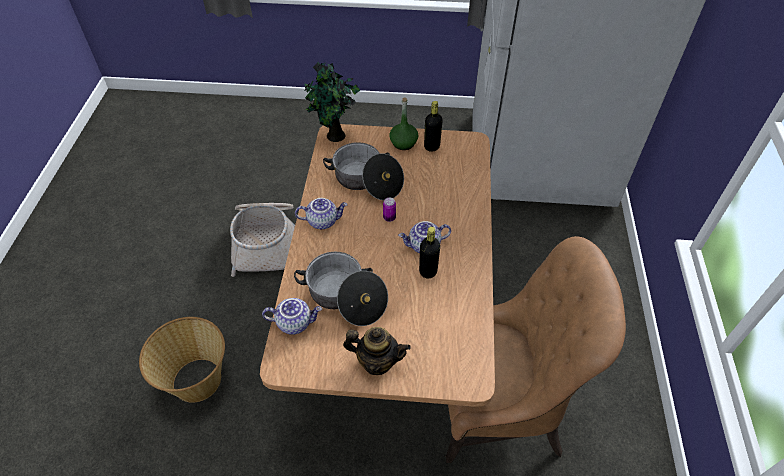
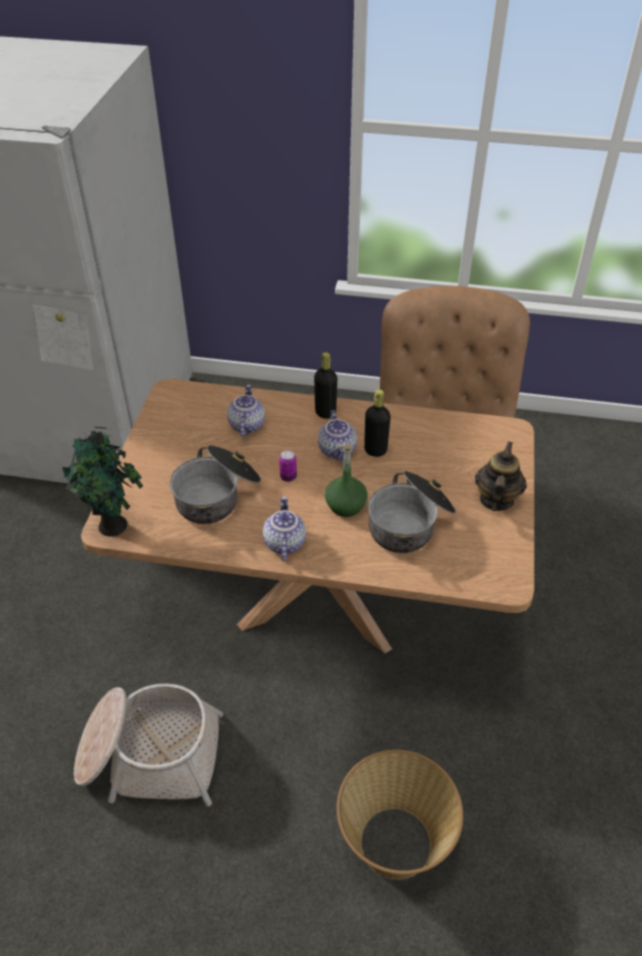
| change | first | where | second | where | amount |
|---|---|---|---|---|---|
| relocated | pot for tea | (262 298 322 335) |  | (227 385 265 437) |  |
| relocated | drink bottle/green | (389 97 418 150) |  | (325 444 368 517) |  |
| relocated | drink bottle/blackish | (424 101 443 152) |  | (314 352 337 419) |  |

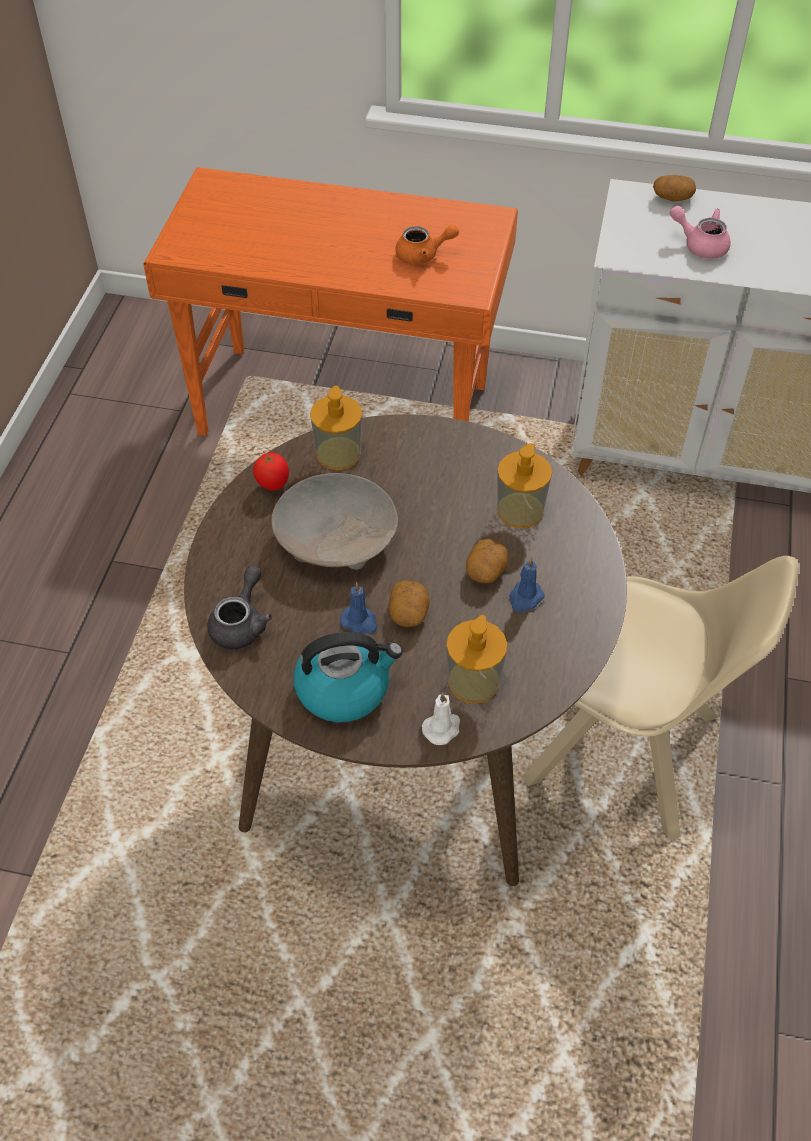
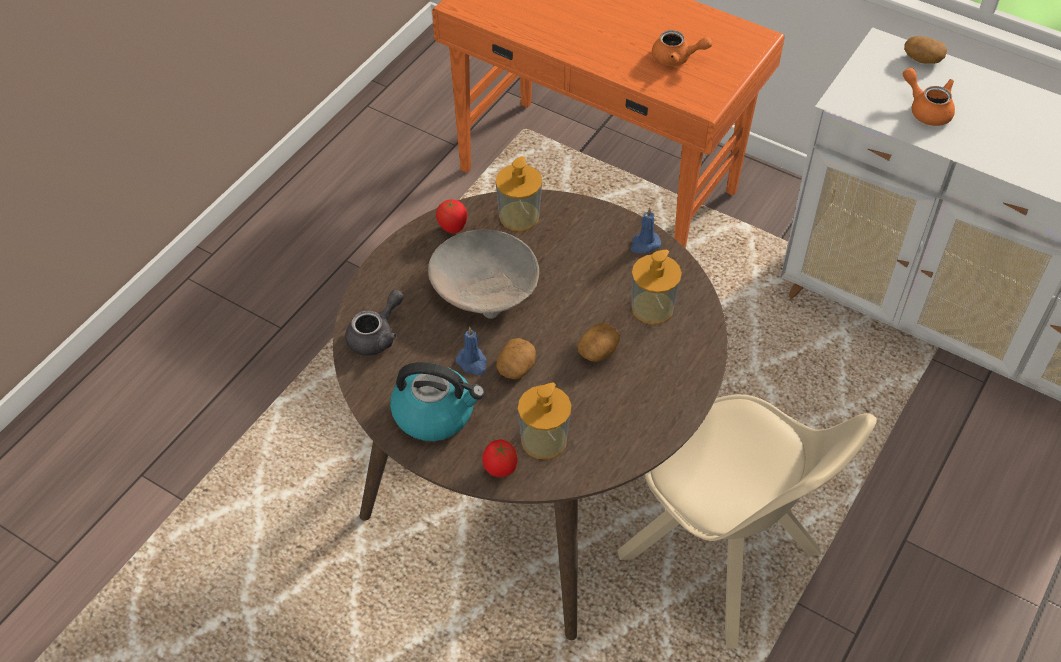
| change | first | where | second | where | amount |
|---|---|---|---|---|---|
| relocated | wax candle/blue-coloured | (509 557 545 612) |  | (631 207 661 253) |  |
| exchanged | wax candle/white | (422 692 460 745) | fresh tomato | (482 439 518 477) |  |
| colour | pot for tea/pink | (670 206 731 259) | pot for tea/orangey | (903 68 955 126) |  |

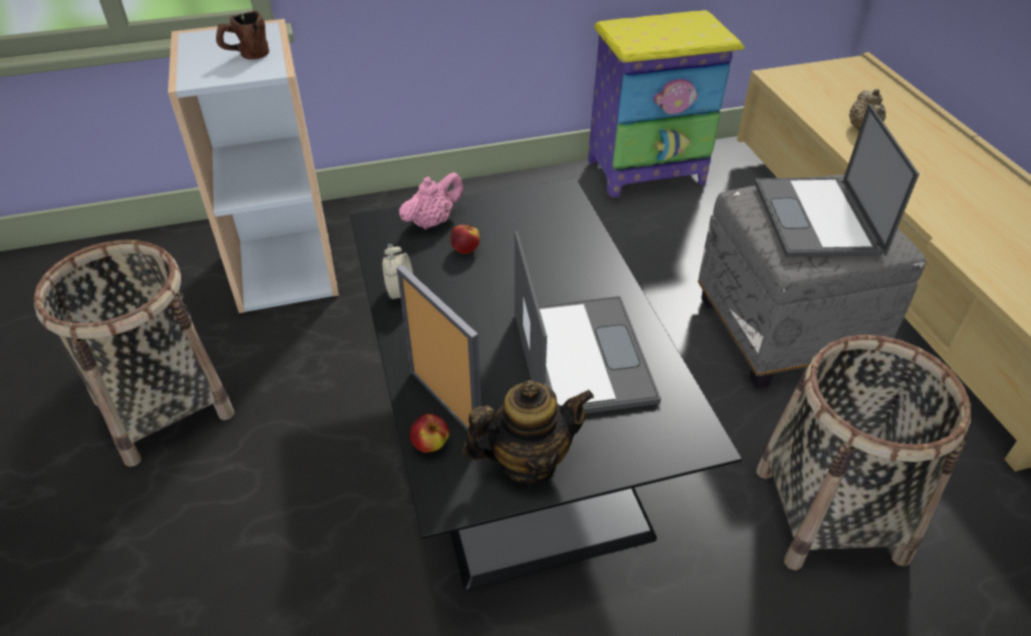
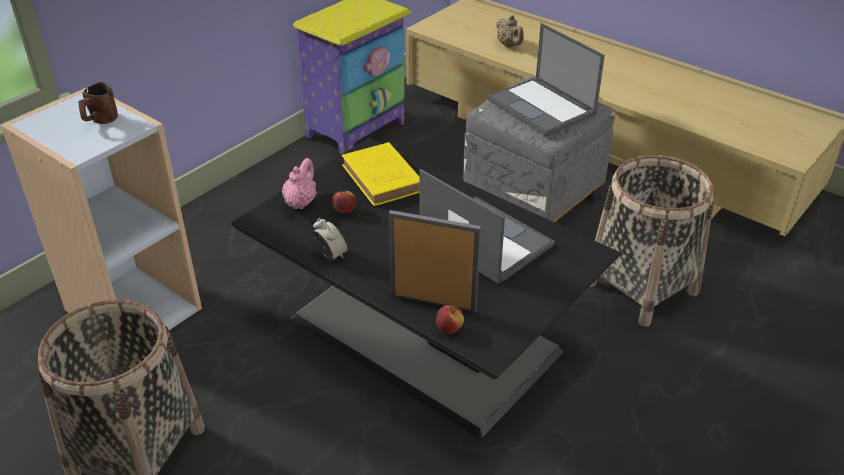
| change | first | where | second | where | amount |
|---|---|---|---|---|---|
| missing | pot for tea | (462 380 594 485) |  |  |  |
| appeared |  |  | bound book/yellow | (342 142 419 206) |  |

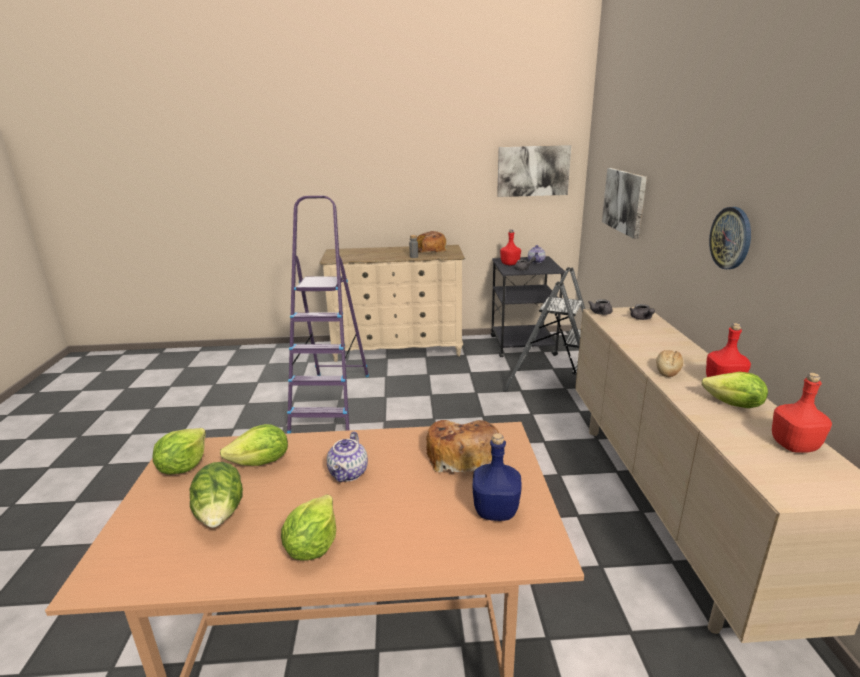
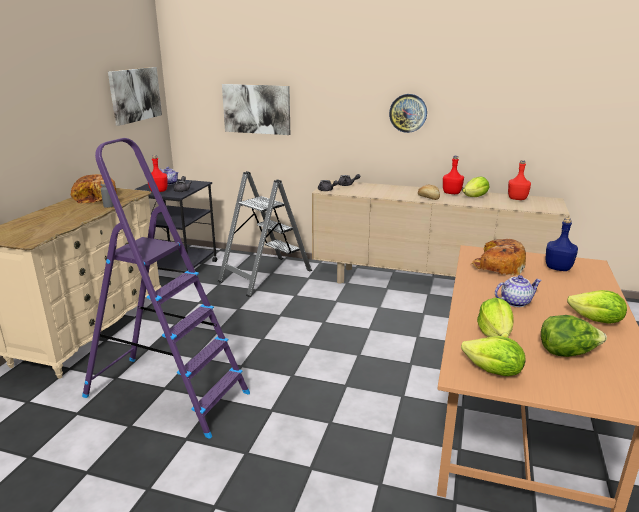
| change | first | where | second | where | amount |
|---|---|---|---|---|---|
| spun | pot for tea | (327 431 368 482) |  | (495 275 542 307) | 45 degrees counterclockwise |

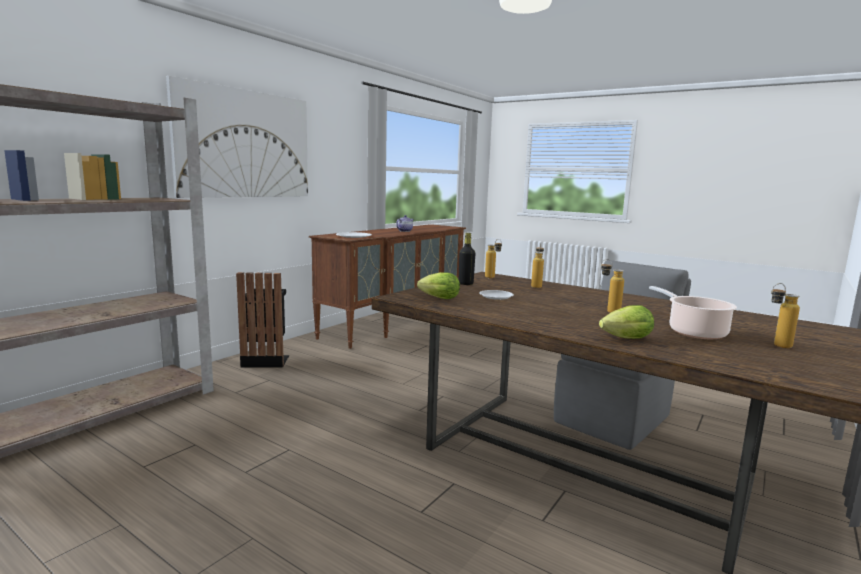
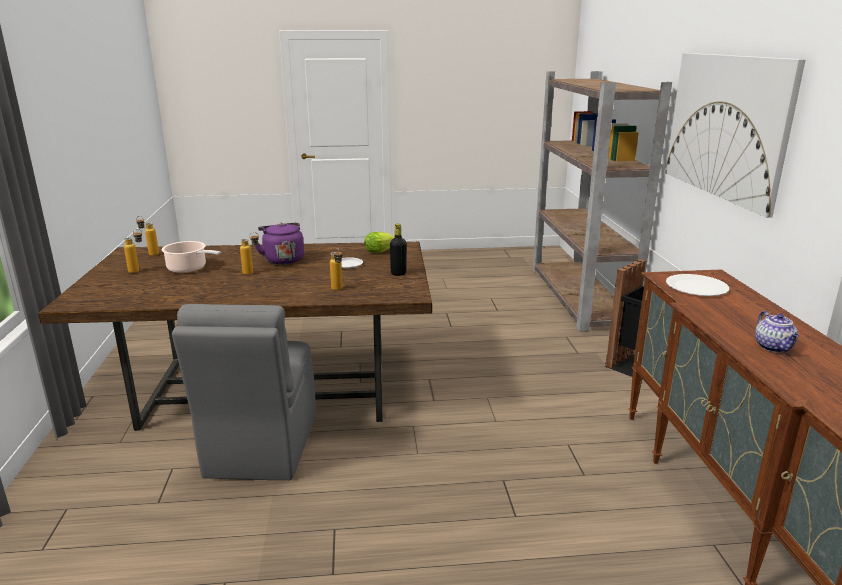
| change | first | where | second | where | amount |
|---|---|---|---|---|---|
| missing | lettuce | (599 305 654 339) |  |  |  |
| appeared |  |  | water kettle/purple-coloured | (255 223 304 265) |  |
| relocated | drink bottle | (485 239 502 278) |  | (136 216 159 256) |  |

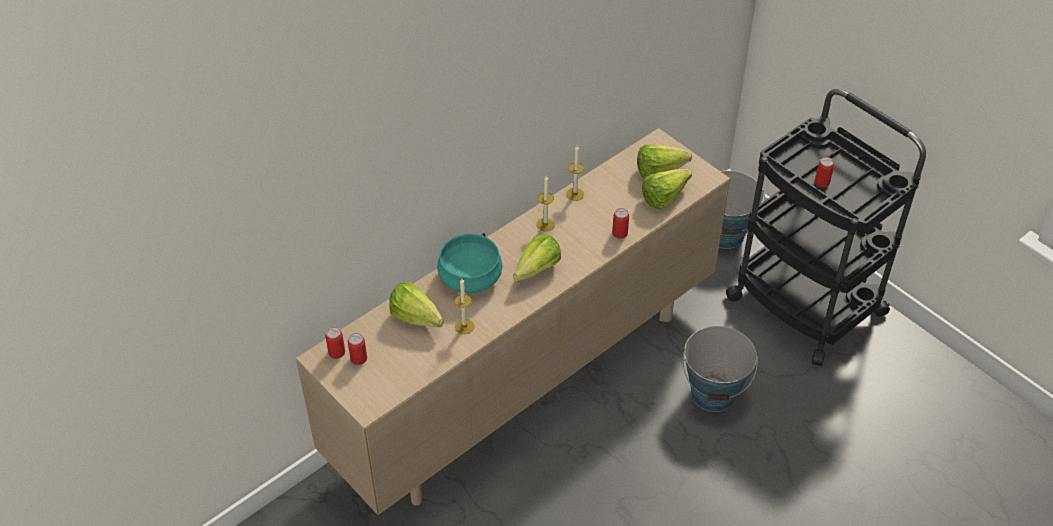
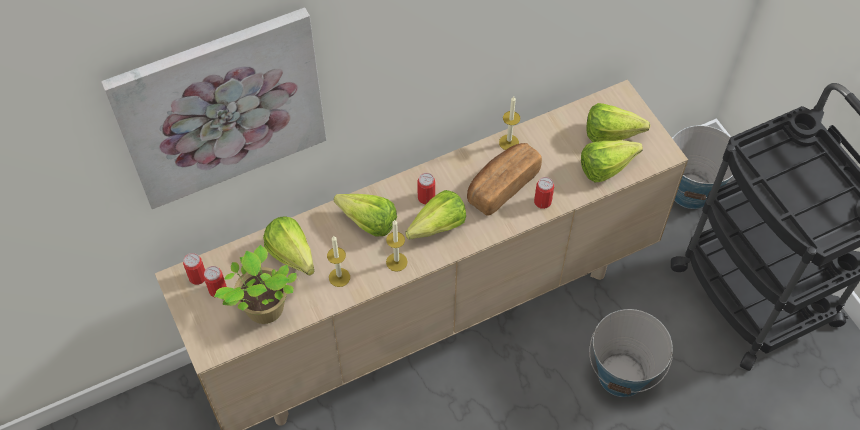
| change | first | where | second | where | amount |
|---|---|---|---|---|---|
| appeared |  |  | wall art | (101 8 326 209) |  |
| appeared |  |  | houseplant | (214 245 297 324) |  |
| appeared |  |  | bread | (467 143 542 215) |  |
| relocated | wax candle | (536 176 555 231) |  | (386 220 408 272) |  |
| relocated | sealed can | (815 157 834 187) |  | (417 173 435 204) |  |
| exchanged | cooking pot/blue-green | (437 233 503 293) | lettuce | (334 194 397 236) |  |

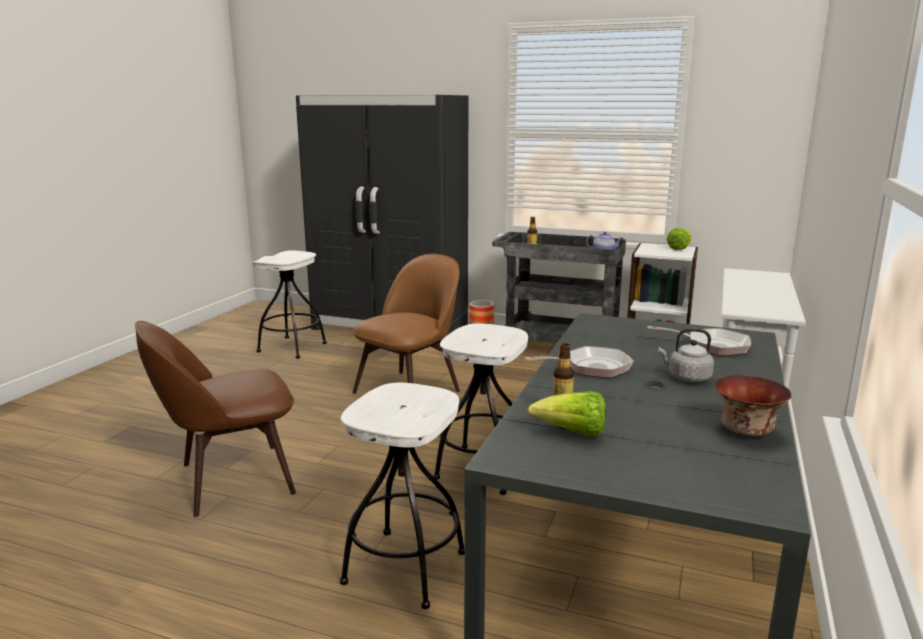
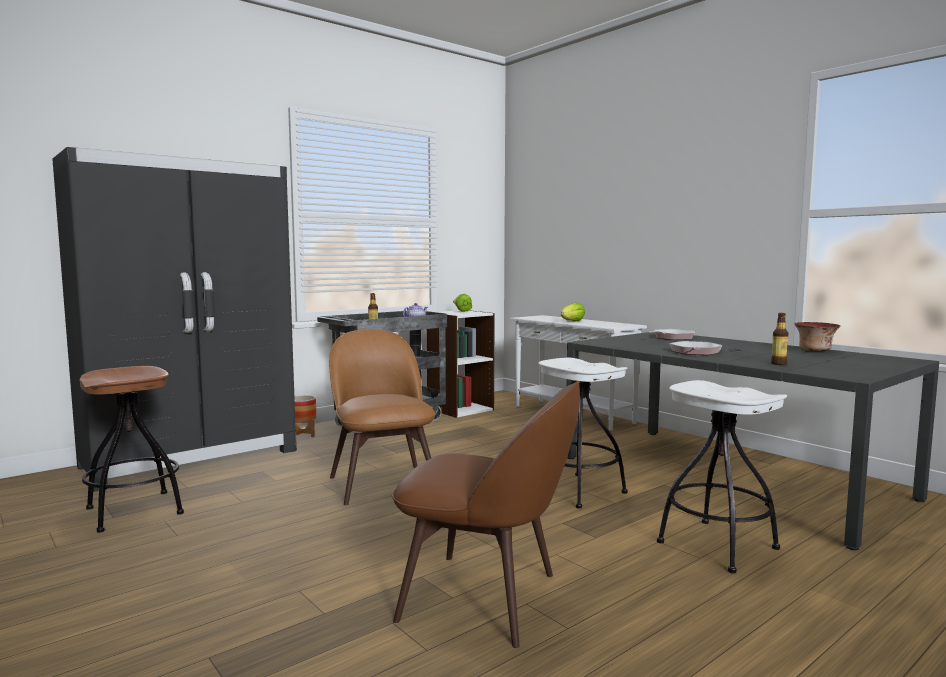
| change | first | where | second | where | amount |
|---|---|---|---|---|---|
| missing | water kettle/gray | (658 328 714 382) |  |  |  |
| relocated | lettuce | (528 391 606 437) |  | (561 302 585 321) |  |
| colour | sitting stool/white | (252 250 327 359) | sitting stool/brown | (80 366 184 533) |  |
| spun | chair/brown | (135 321 296 517) |  | (392 381 580 648) | 75 degrees counterclockwise |

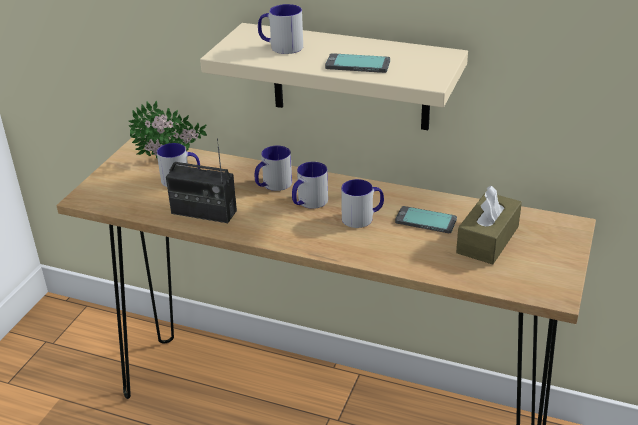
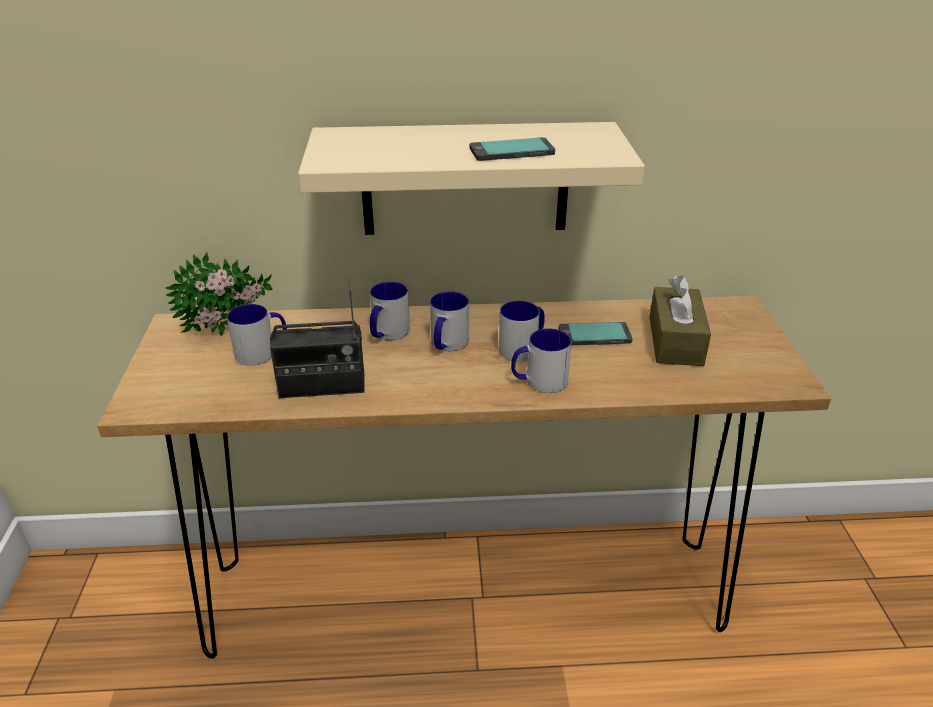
| change | first | where | second | where | amount |
|---|---|---|---|---|---|
| relocated | tea mug | (258 4 303 54) |  | (511 328 571 393) |  |

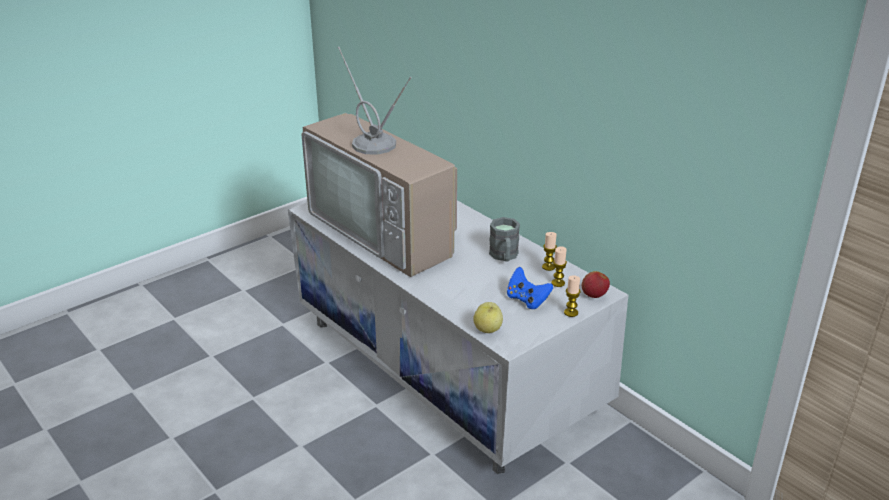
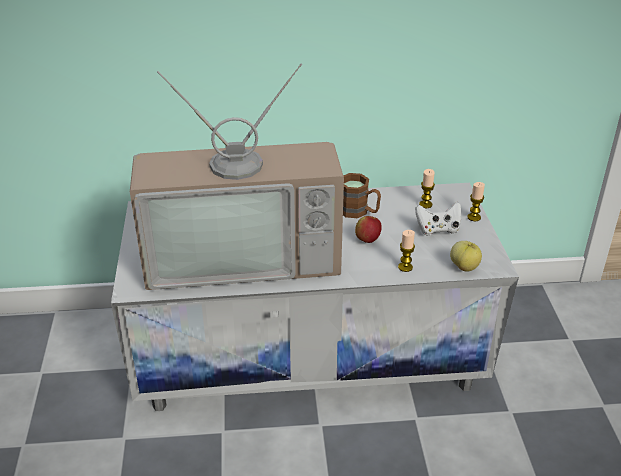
| change | first | where | second | where | amount |
|---|---|---|---|---|---|
| relocated | wax candle | (542 232 557 271) |  | (398 230 415 272) |  |
| relocated | apple fruit | (582 271 610 298) |  | (355 216 382 243) |  |
| colour | tea mug/gray | (489 217 520 262) | tea mug/brown | (343 173 381 218) |  |
| colour | game controller/blue-coloured | (507 267 553 309) | game controller/white | (415 202 461 236) |  |

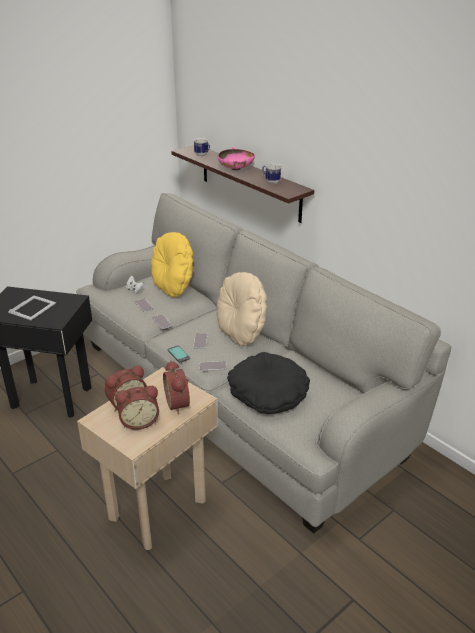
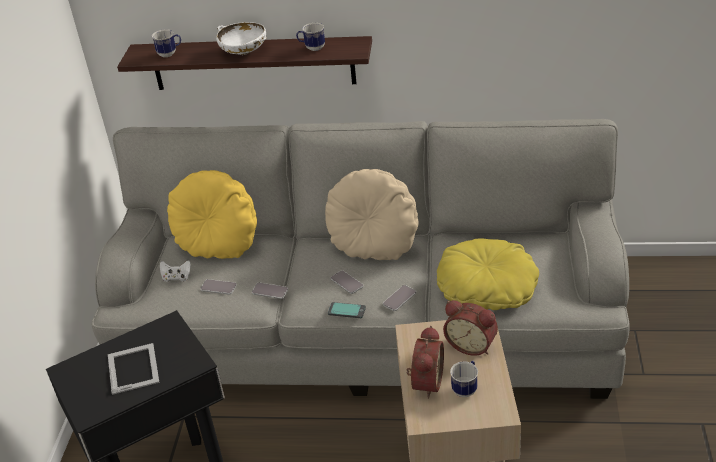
| change | first | where | second | where | amount |
|---|---|---|---|---|---|
| exchanged | table clock | (115 386 159 430) | tea mug | (450 361 478 397) |  |
| colour | serving bowl/pink | (218 147 255 171) | serving bowl/white | (216 22 267 55) |  |
| colour | cushion/blackish | (227 352 310 414) | cushion/yellow | (437 238 539 310) |  |

